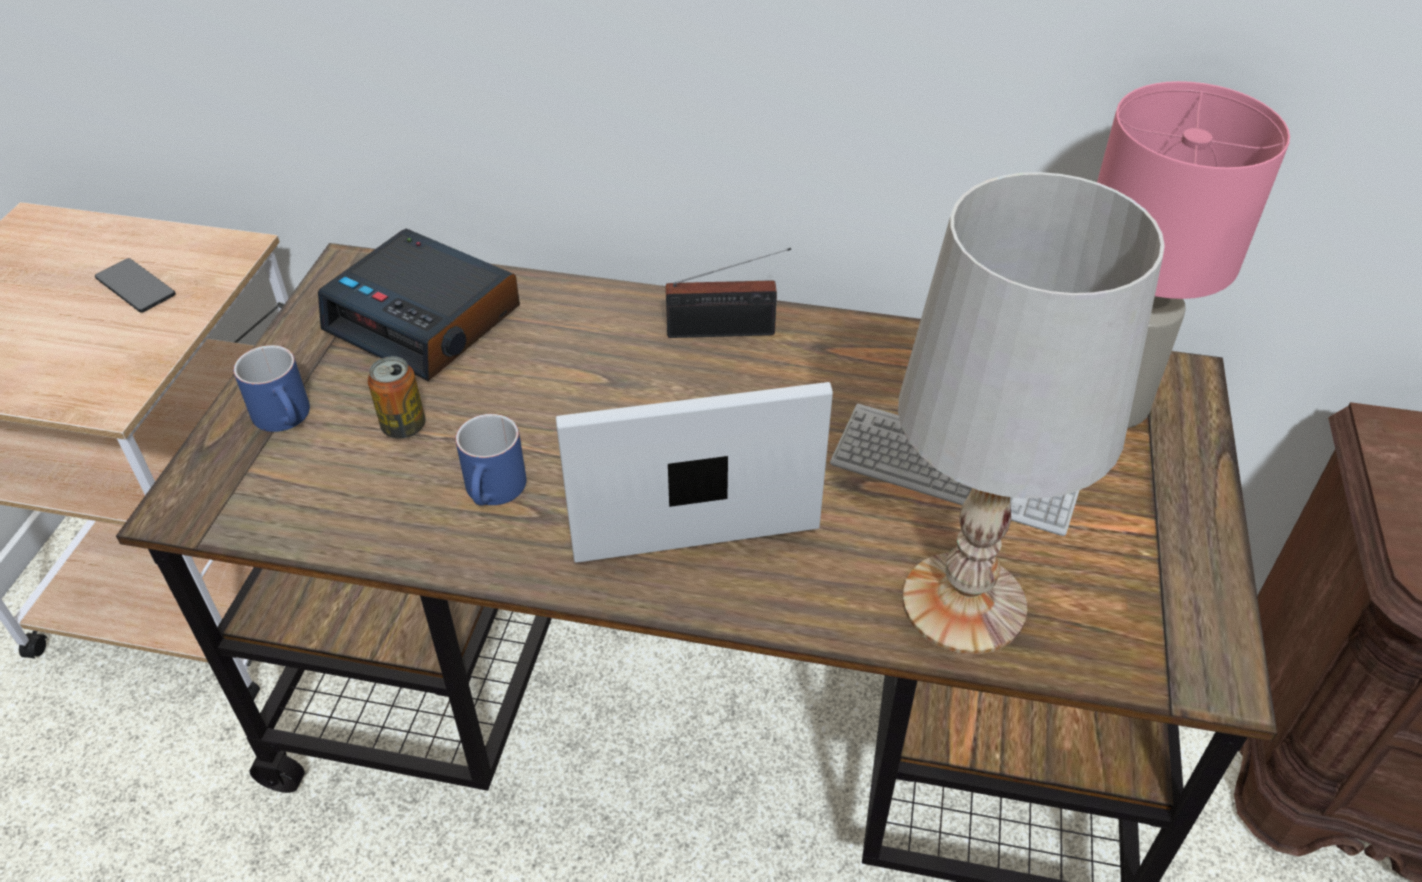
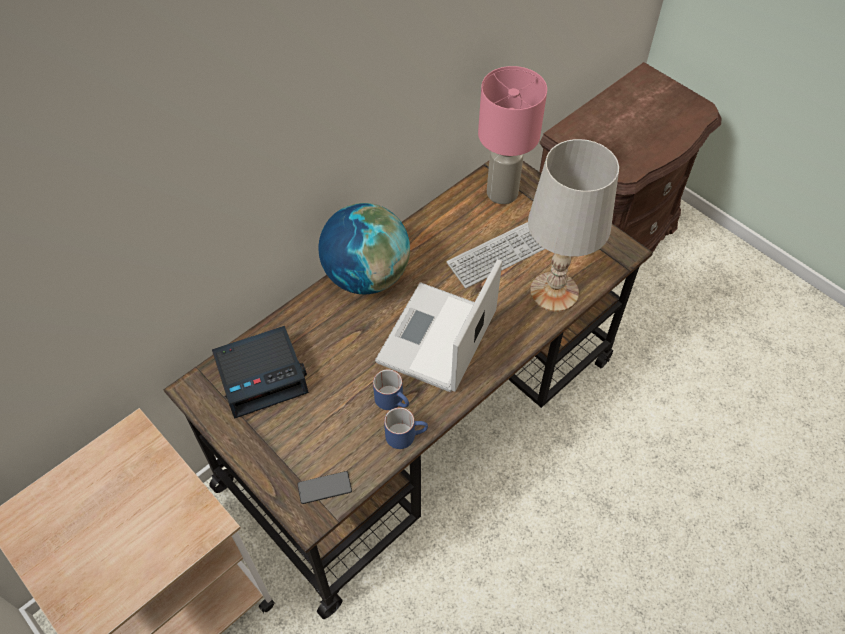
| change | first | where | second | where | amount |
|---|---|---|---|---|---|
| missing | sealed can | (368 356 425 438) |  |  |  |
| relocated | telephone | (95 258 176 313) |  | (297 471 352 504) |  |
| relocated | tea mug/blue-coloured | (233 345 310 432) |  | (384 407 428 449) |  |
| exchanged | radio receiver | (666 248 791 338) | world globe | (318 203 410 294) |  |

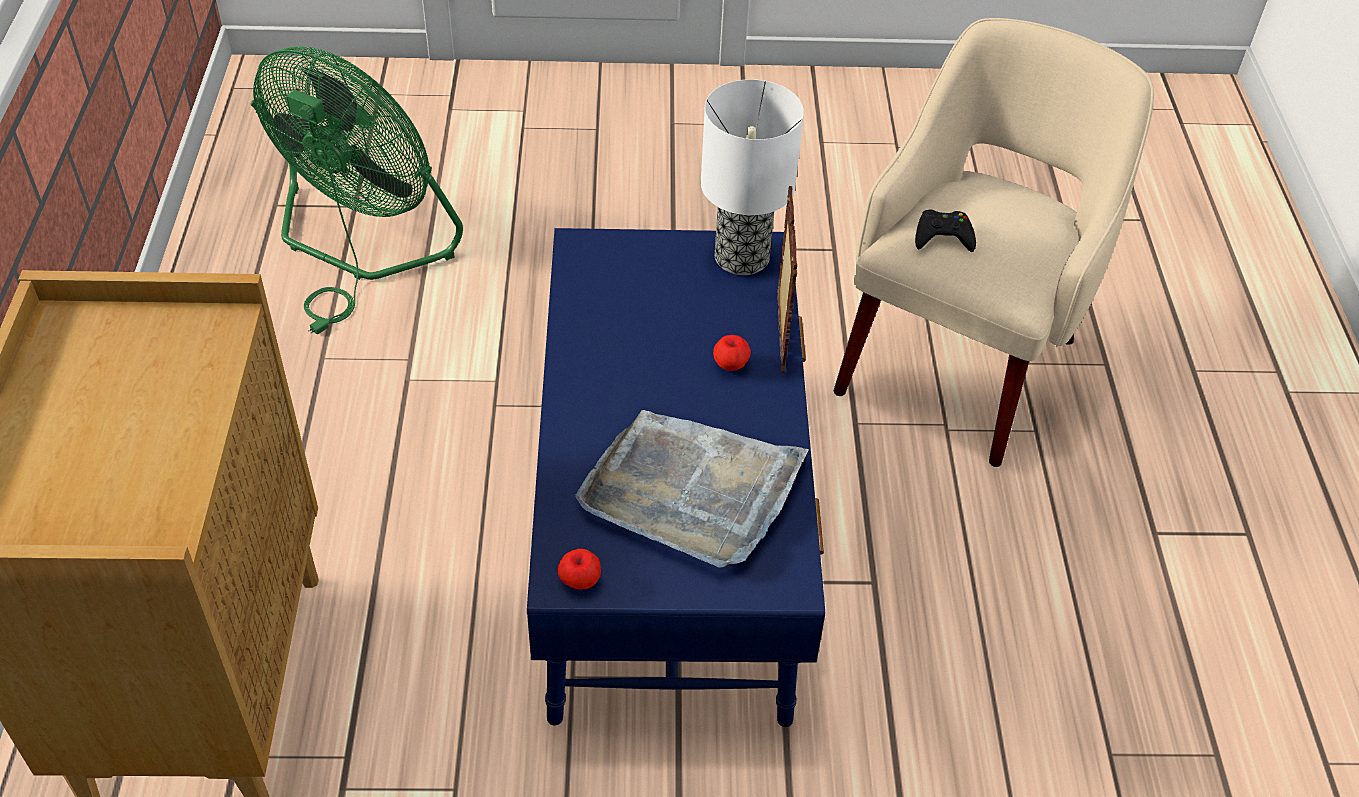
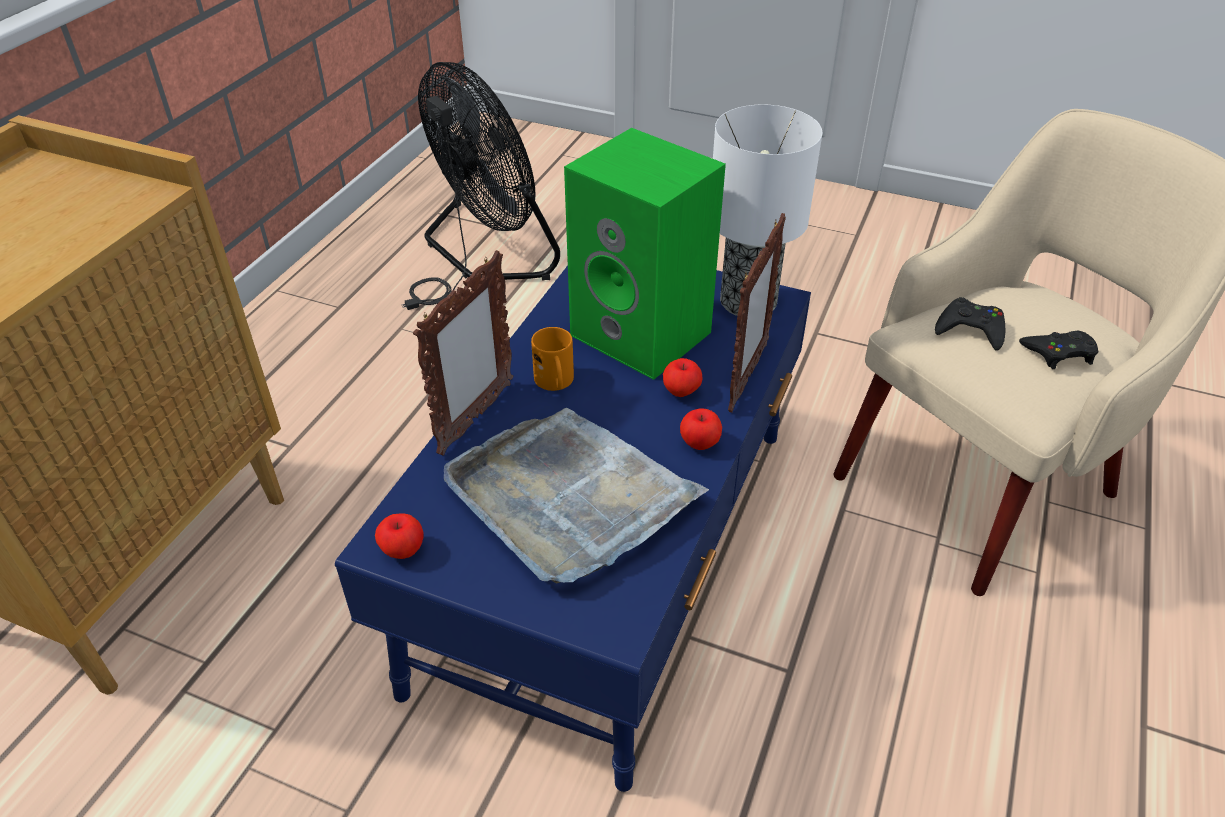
| change | first | where | second | where | amount |
|---|---|---|---|---|---|
| appeared |  |  | picture frame | (413 250 513 455) |  |
| appeared |  |  | tea mug/orangey | (531 327 574 391) |  |
| appeared |  |  | loudspeaker/green | (564 128 726 380) |  |
| appeared |  |  | apple fruit | (680 408 722 450) |  |
| appeared |  |  | game controller/blackish | (1019 331 1099 369) |  |
| colour | fan/green | (251 46 463 335) | fan/blackish | (402 62 560 310) |  |

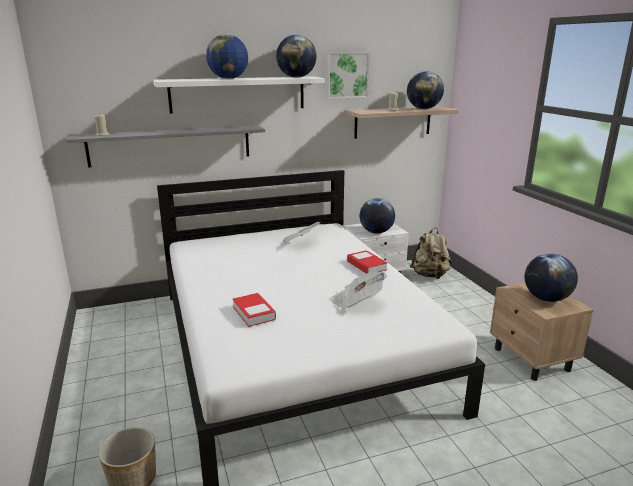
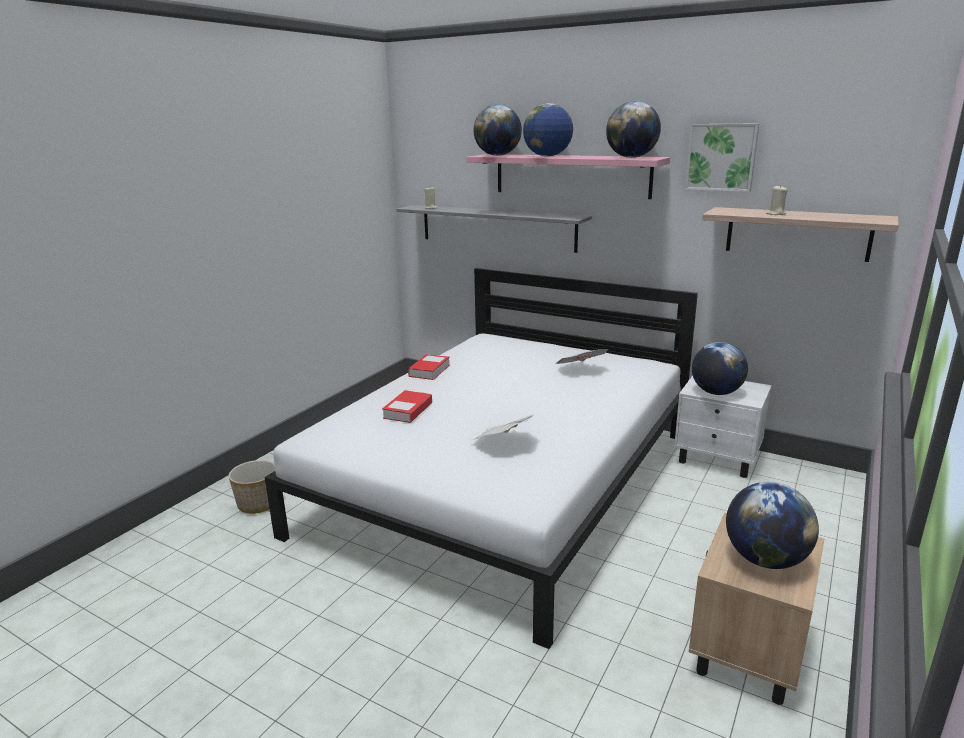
| change | first | where | second | where | amount |
|---|---|---|---|---|---|
| missing | backpack/sand-coloured | (410 228 452 279) |  |  |  |
| relocated | bound book | (347 250 388 274) |  | (408 354 450 380) |  |
| relocated | world globe | (407 71 444 109) |  | (474 104 522 156) |  |
| colour | bracket shelf/white | (153 76 325 114) | bracket shelf/pink | (466 154 670 199) |  |

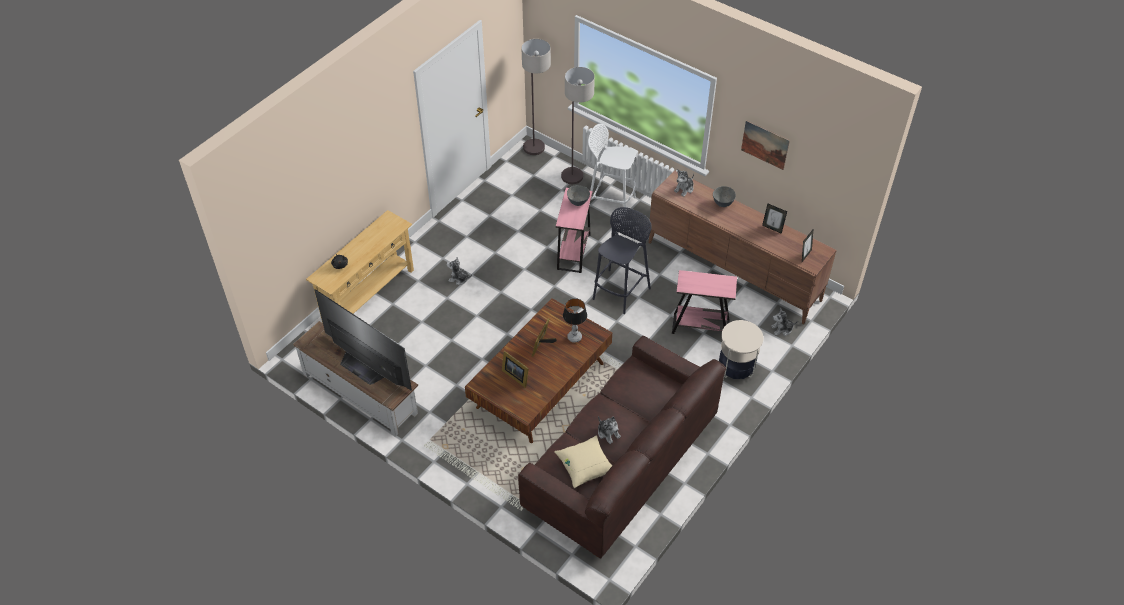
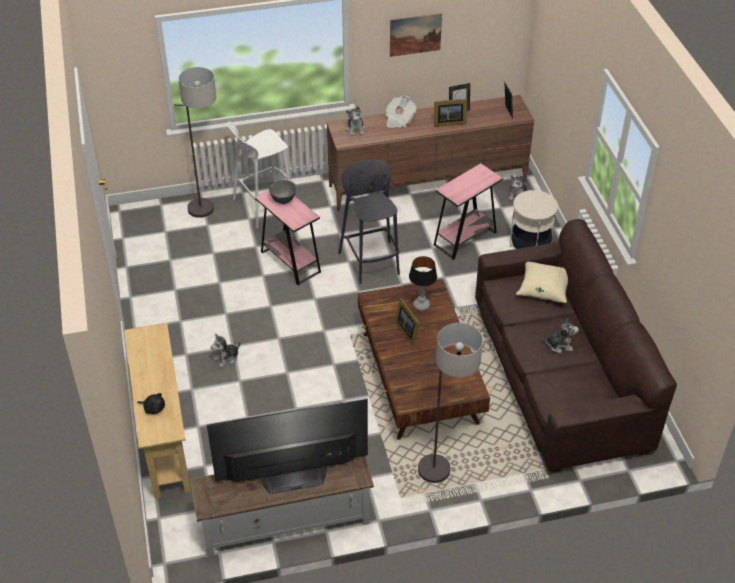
| change | first | where | second | where | amount |
|---|---|---|---|---|---|
| relocated | picture frame | (502 351 529 388) |  | (434 99 467 127) |  |
| relocated | standing lamp/gray | (522 39 551 155) |  | (418 323 483 483) |  |
| relocated | cushion/sand-coloured | (554 436 612 488) |  | (516 262 568 303) |  |
| exchanged | serving bowl/gray | (713 186 736 207) | daily paper | (385 96 416 128) |  |

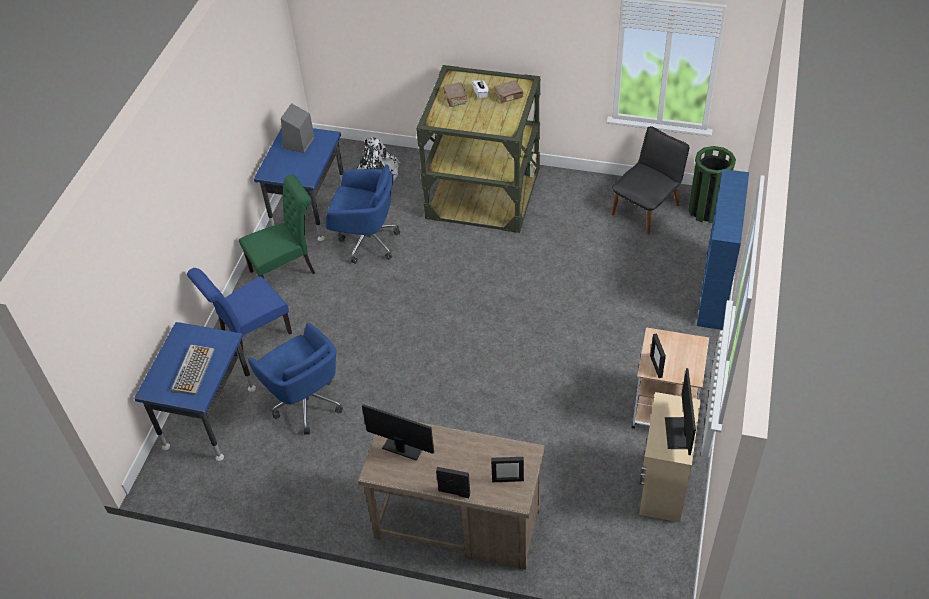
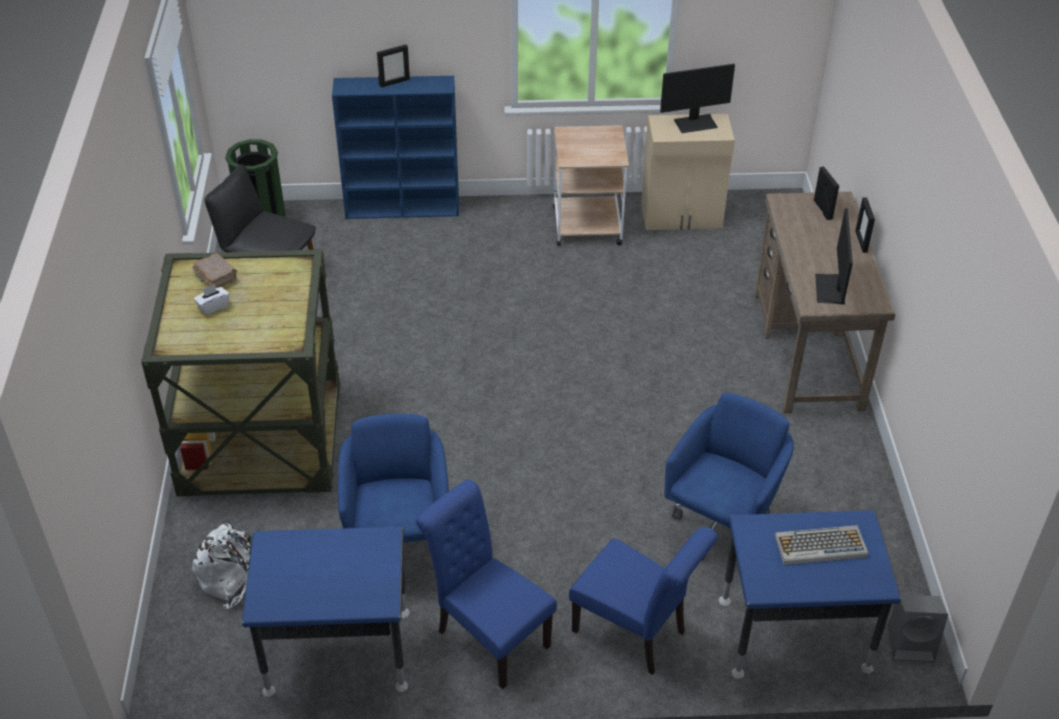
| change | first | where | second | where | amount |
|---|---|---|---|---|---|
| missing | bound book/brown | (443 82 468 107) |  |  |  |
| relocated | loudspeaker/gray | (281 103 315 153) |  | (888 594 948 662) |  |
| relocated | picture frame | (650 333 666 378) |  | (377 45 410 87) |  |
| colour | chair/green | (239 175 315 278) | chair/blue-coloured | (416 479 557 689) |  |

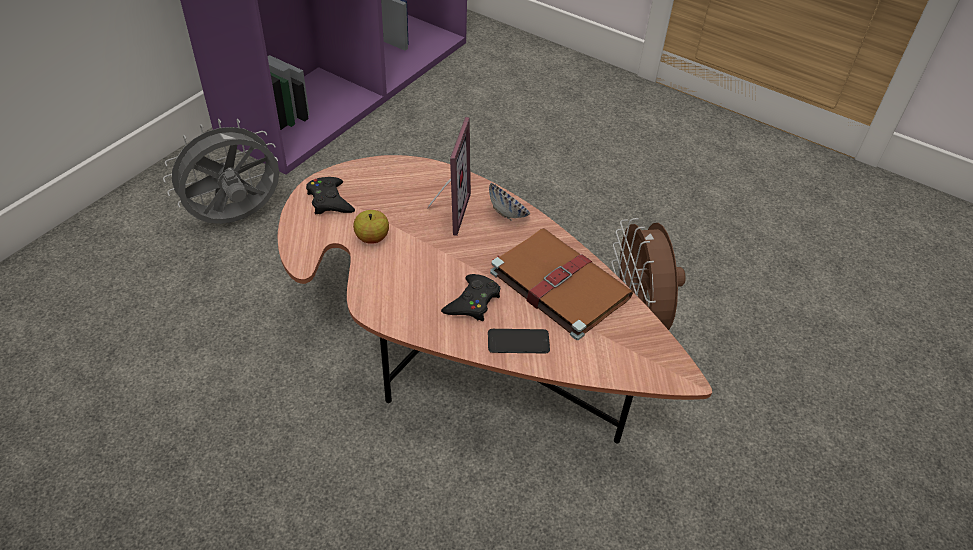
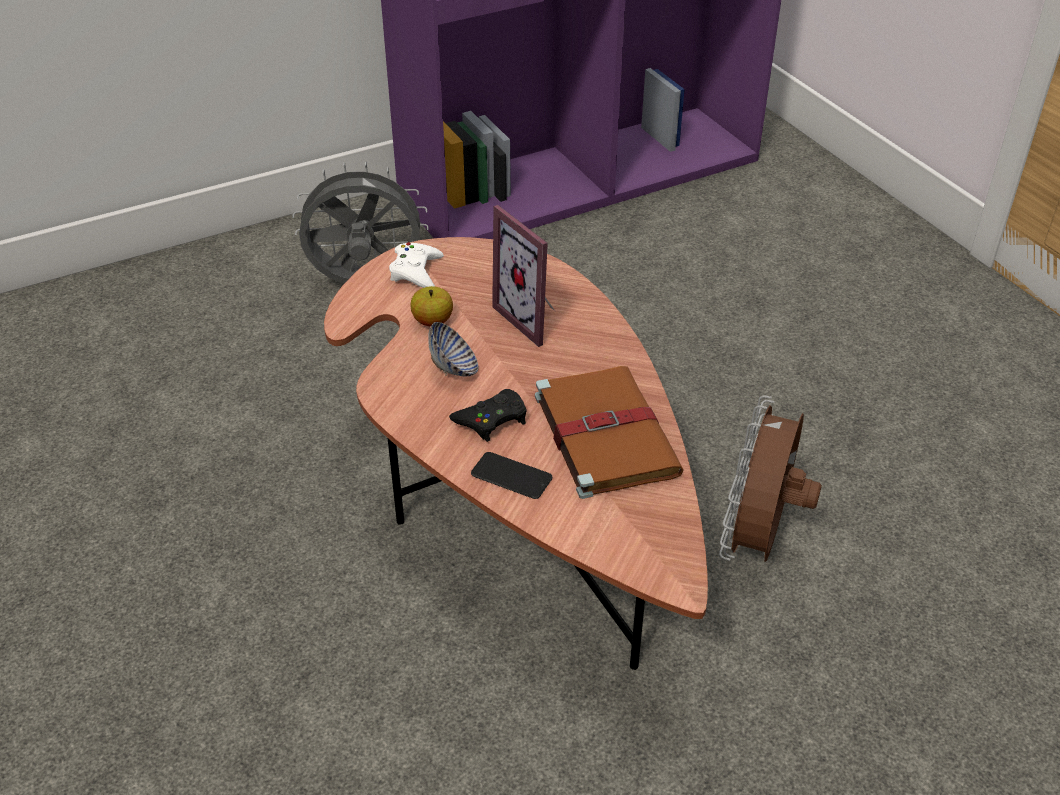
| change | first | where | second | where | amount |
|---|---|---|---|---|---|
| relocated | serving bowl | (489 183 530 221) |  | (428 322 479 376) |  |
| colour | game controller/blackish | (306 177 355 214) | game controller/white | (389 242 444 288) |  |
| spun | picture frame | (428 117 471 236) |  | (492 205 555 347) | 105 degrees clockwise |

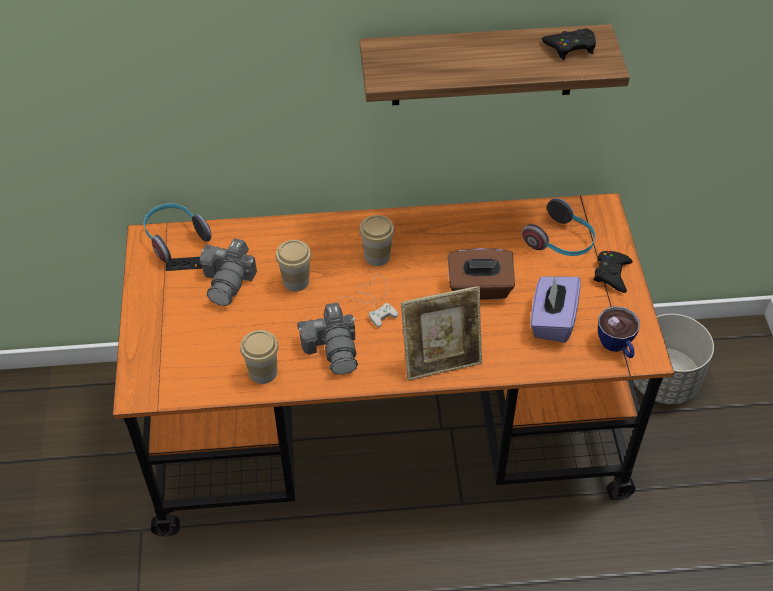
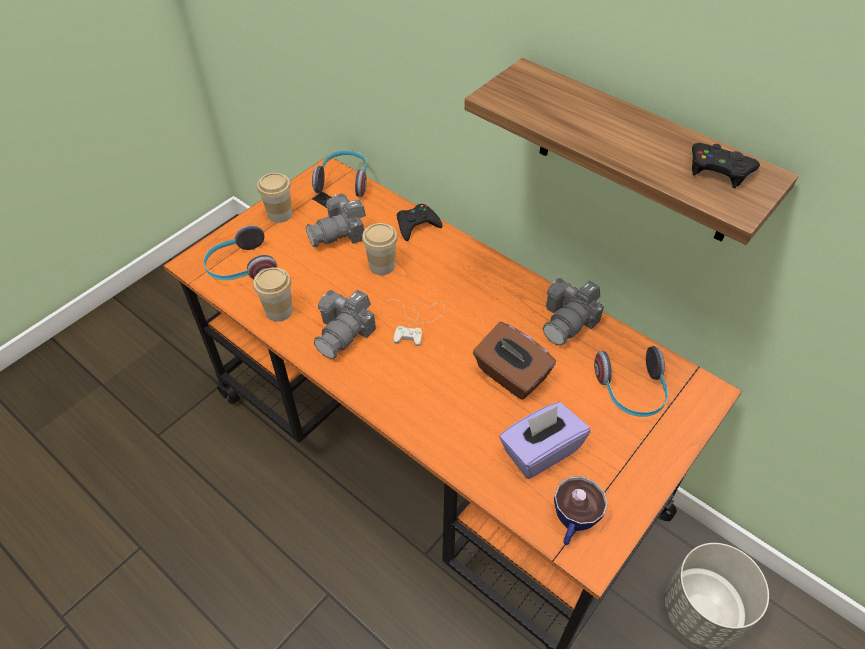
| change | first | where | second | where | amount |
|---|---|---|---|---|---|
| missing | picture frame | (401 286 482 381) |  |  |  |
| appeared |  |  | headphones | (203 225 277 280) |  |
| appeared |  |  | still camera | (543 278 604 345) |  |
| relocated | small cup | (359 215 395 266) |  | (257 173 292 223) |  |
| relocated | game controller/blackish | (594 251 633 293) |  | (397 204 442 241) |  |

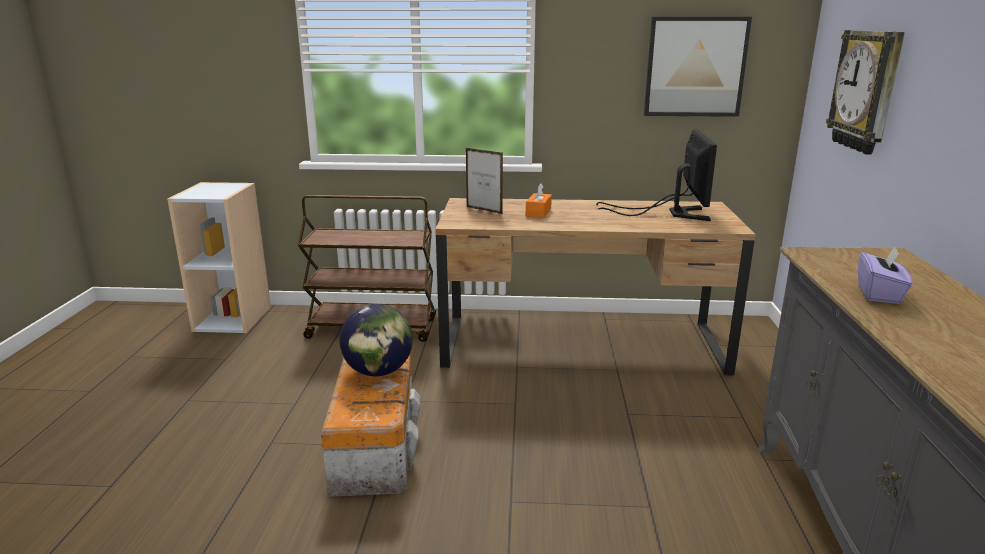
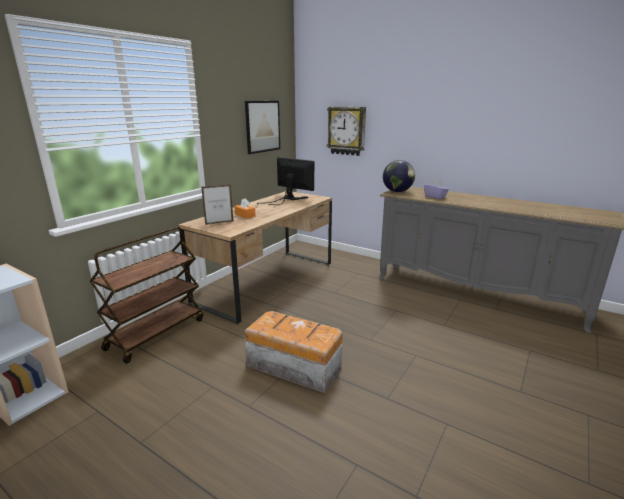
| change | first | where | second | where | amount |
|---|---|---|---|---|---|
| relocated | world globe | (339 304 413 376) |  | (383 160 415 192) |  |

